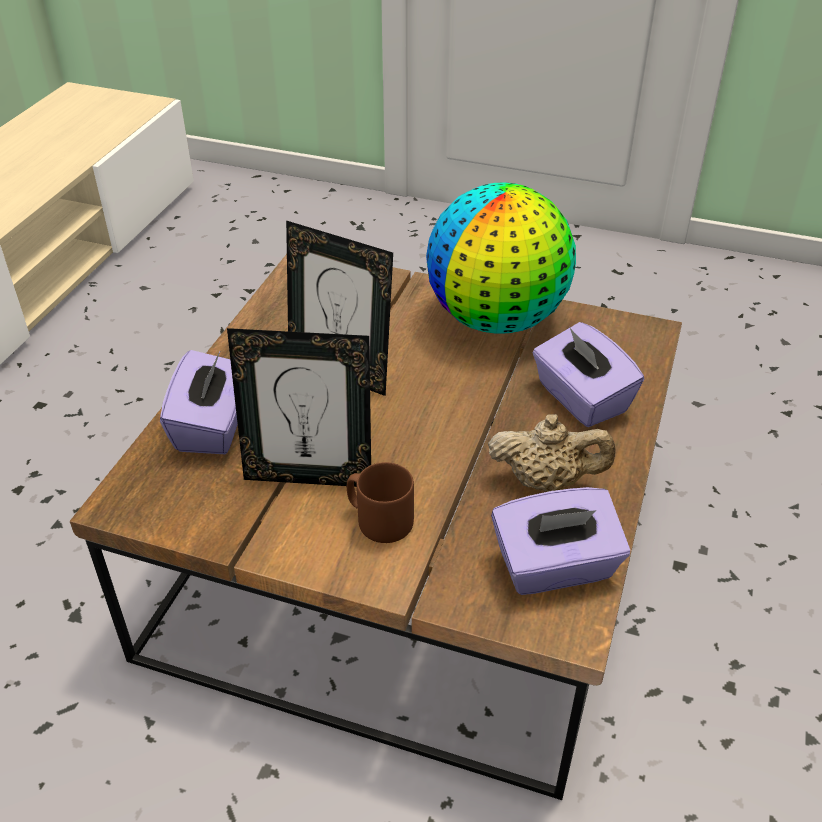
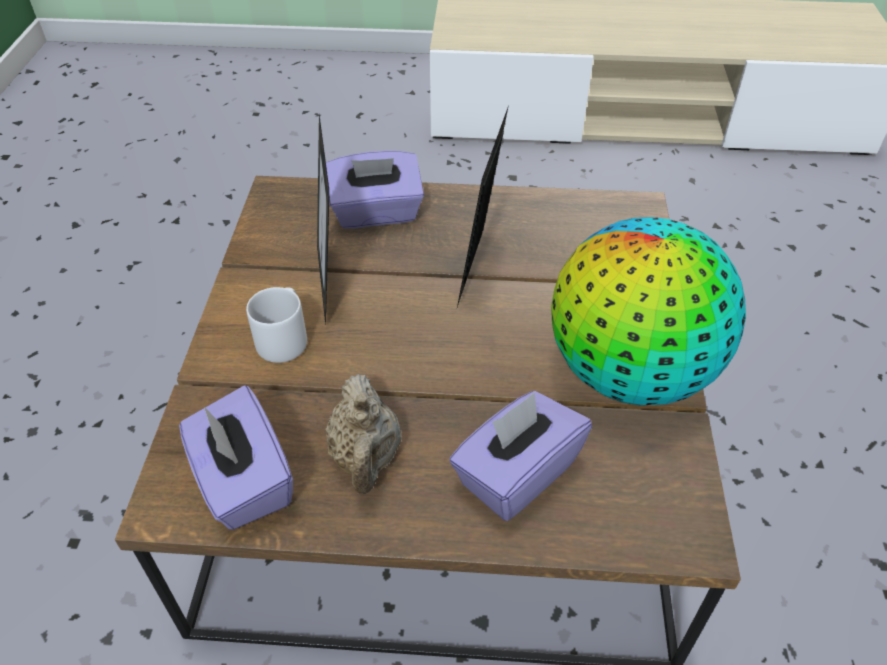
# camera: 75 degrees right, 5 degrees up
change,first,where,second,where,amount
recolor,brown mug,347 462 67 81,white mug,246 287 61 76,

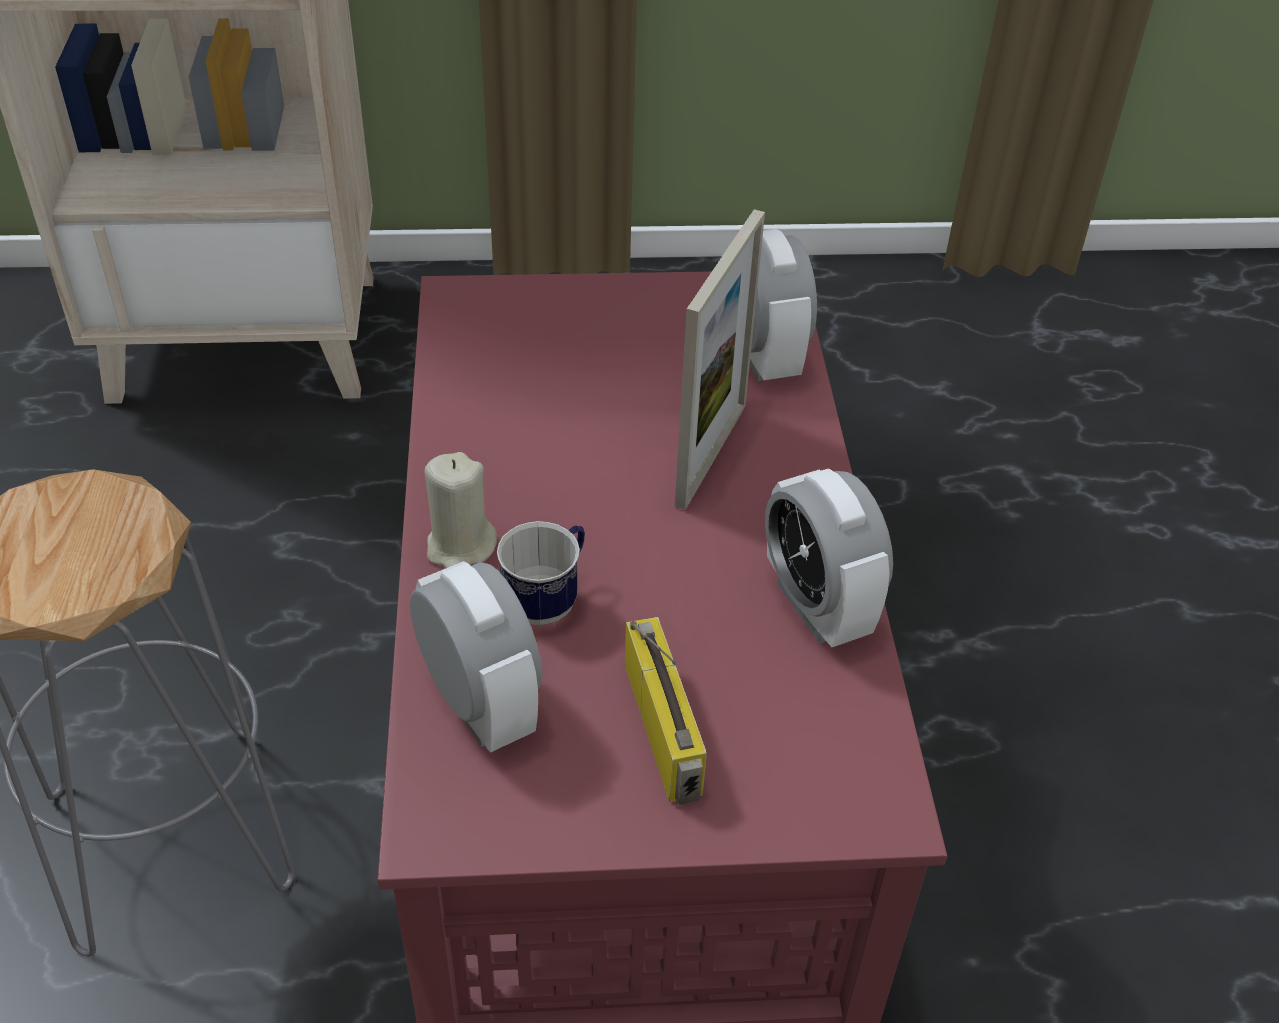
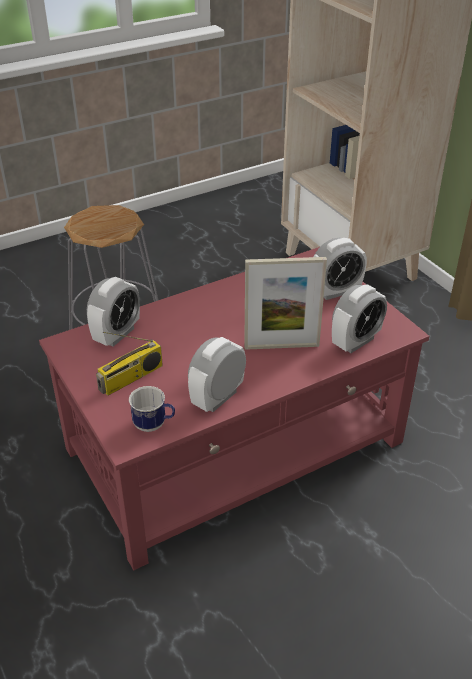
# camera: 65 degrees right, 5 degrees down
change,first,where,second,where,amount
delete,beige candle,425 452 72 116,,,
insert,,,alarm clock,314 238 53 62,
move,mug,497 521 88 104,,129 386 46 46,

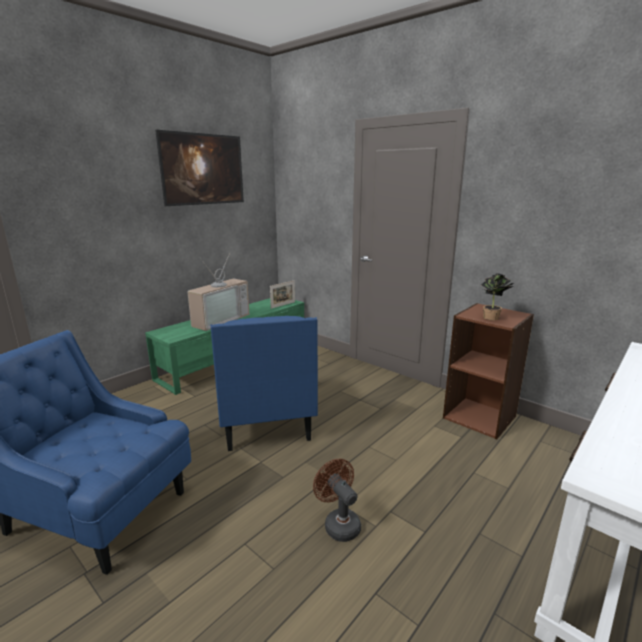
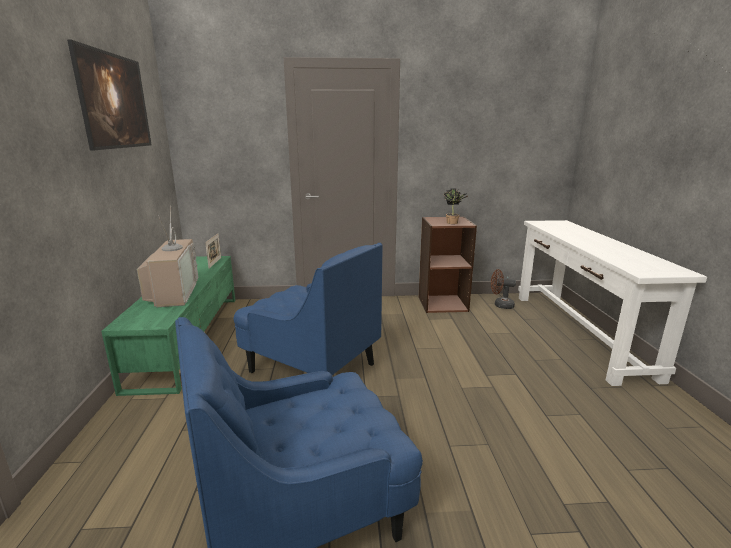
# camera: 45 degrees left, 0 degrees up
change,first,where,second,where,amount
move,brown fan,313 459 48 83,,491 269 25 40,

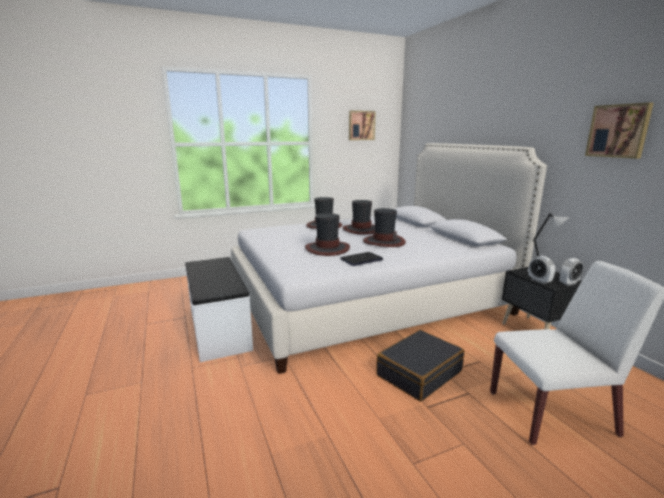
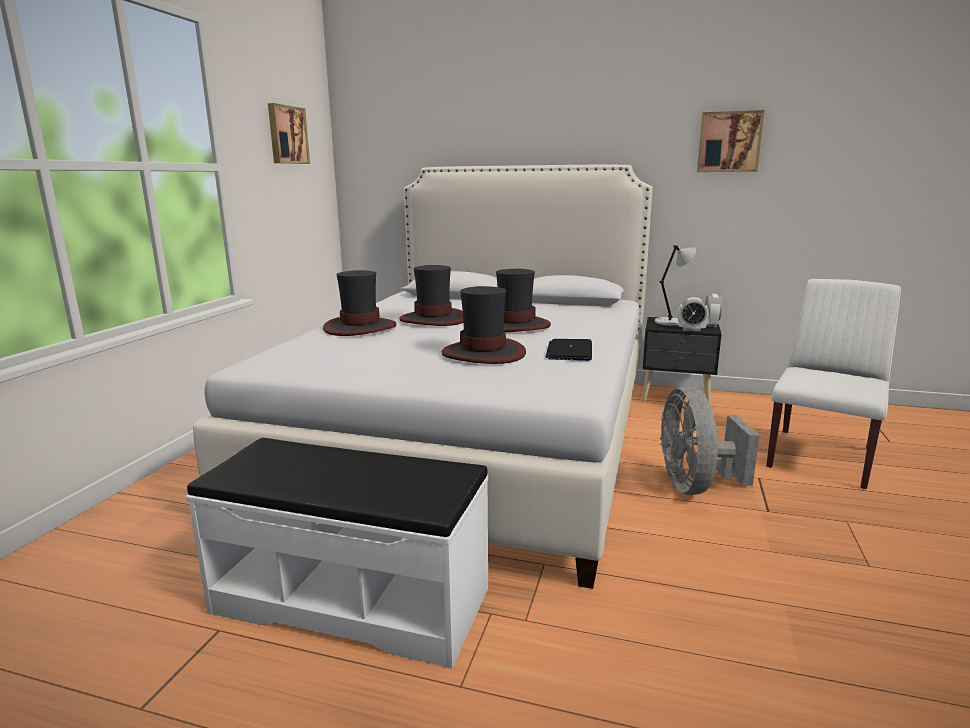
# camera: 50 degrees left, 0 degrees up
change,first,where,second,where,amount
replace,black suitcase,376 330 88 71,grey fan,660 386 100 109,

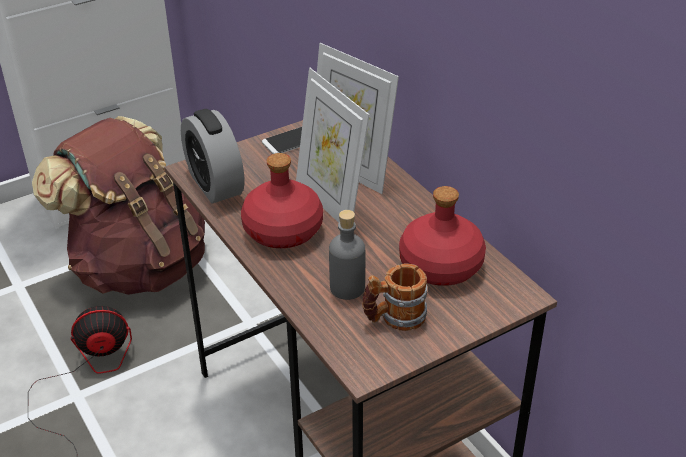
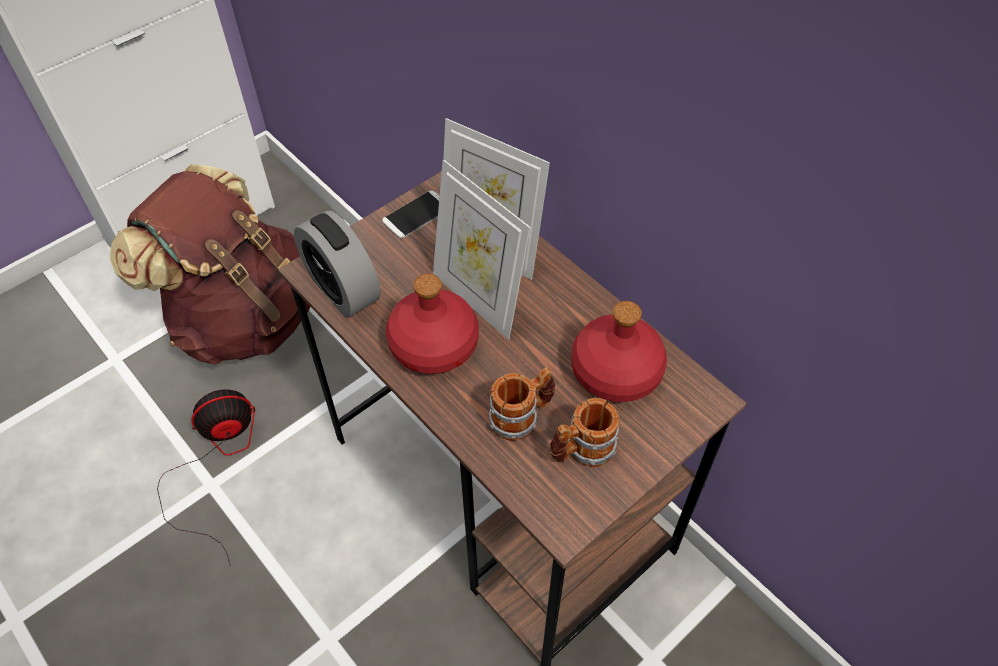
# camera: 10 degrees left, 15 degrees up
change,first,where,second,where,amount
replace,grey bottle,329 210 36 90,mug,489 367 66 74,

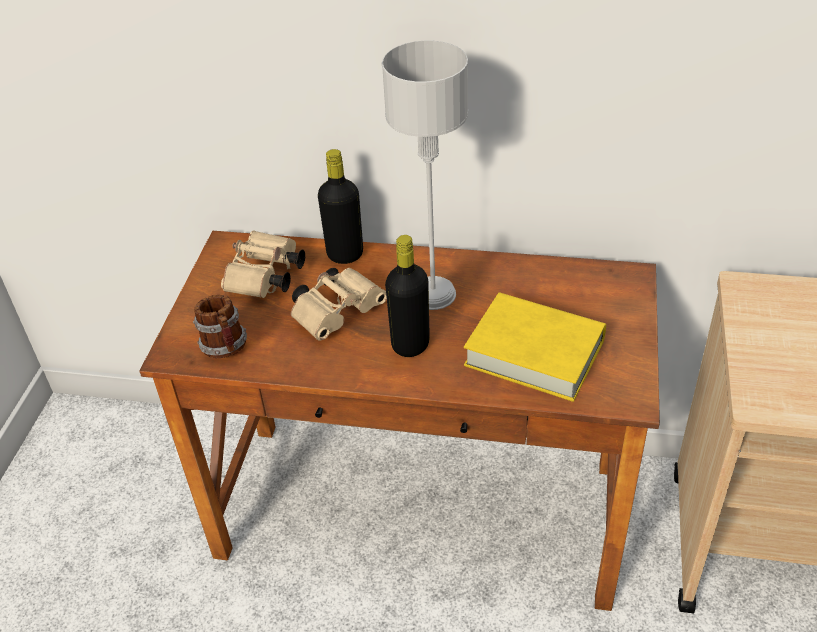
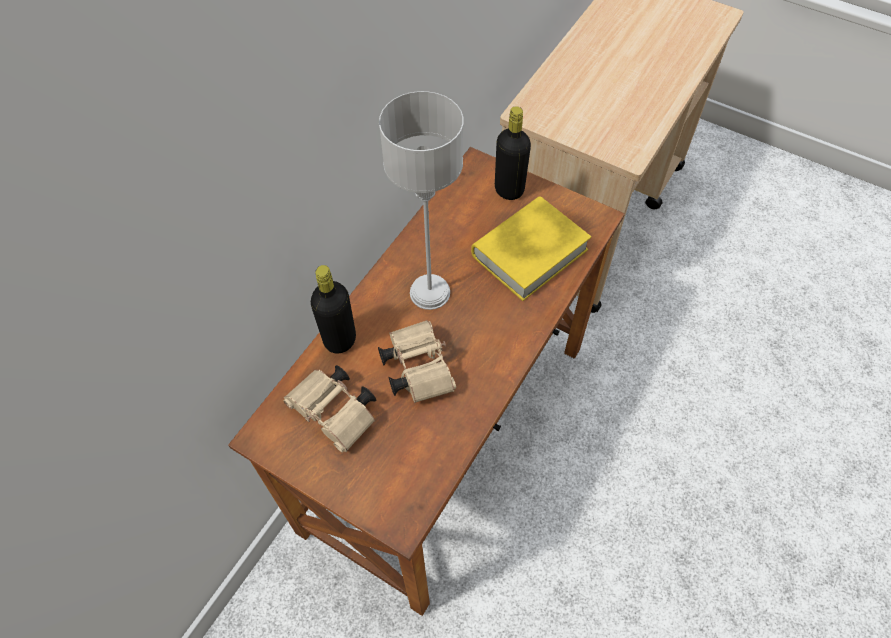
# camera: 70 degrees left, 15 degrees up
change,first,where,second,where,amount
delete,mug,193 295 54 63,,,
move,black bottle,385 235 45 122,,495 106 36 94,

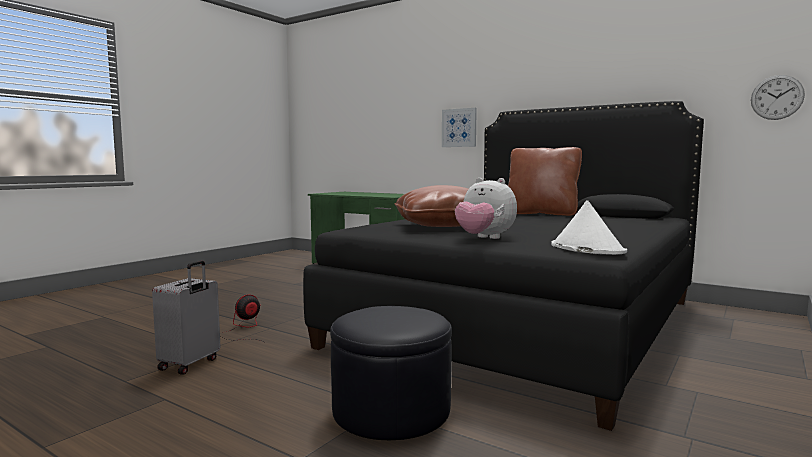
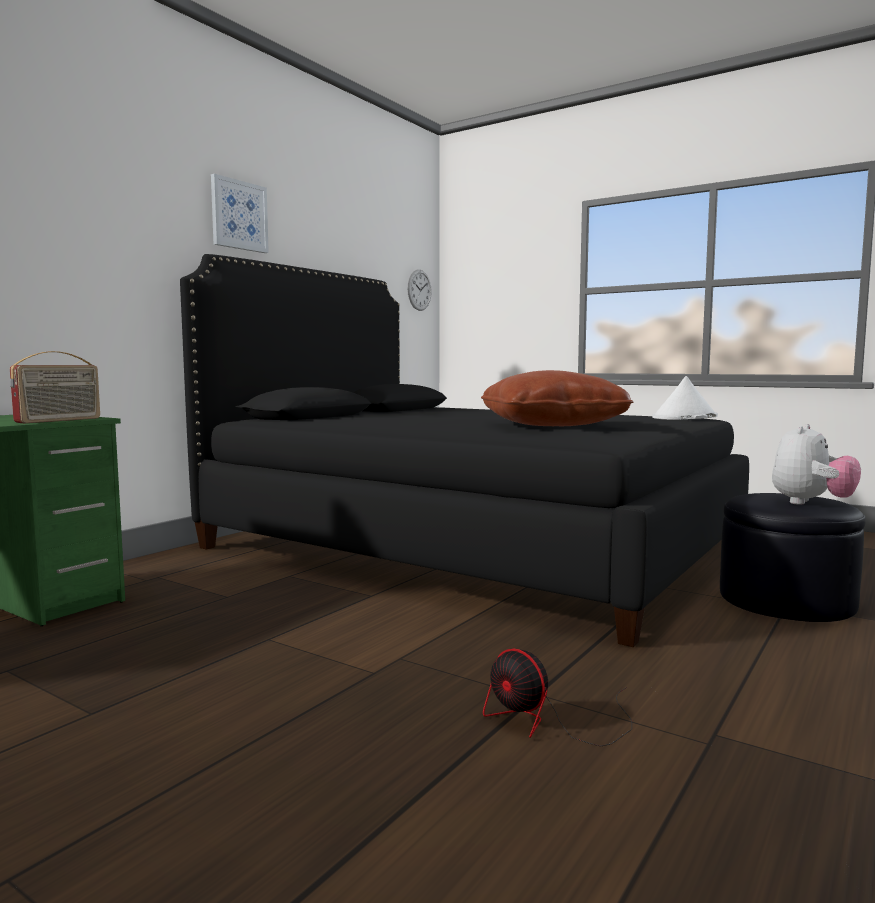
# camera: 90 degrees left, 0 degrees up
change,first,where,second,where,amount
delete,grey suitcase,152 260 69 115,,,
delete,brown pillow,508 147 74 69,,,
insert,,,radio,10 351 90 72,
move,picture,442 108 35 39,,211 174 58 79,
move,plush toy,455 178 62 61,,772 424 89 81,

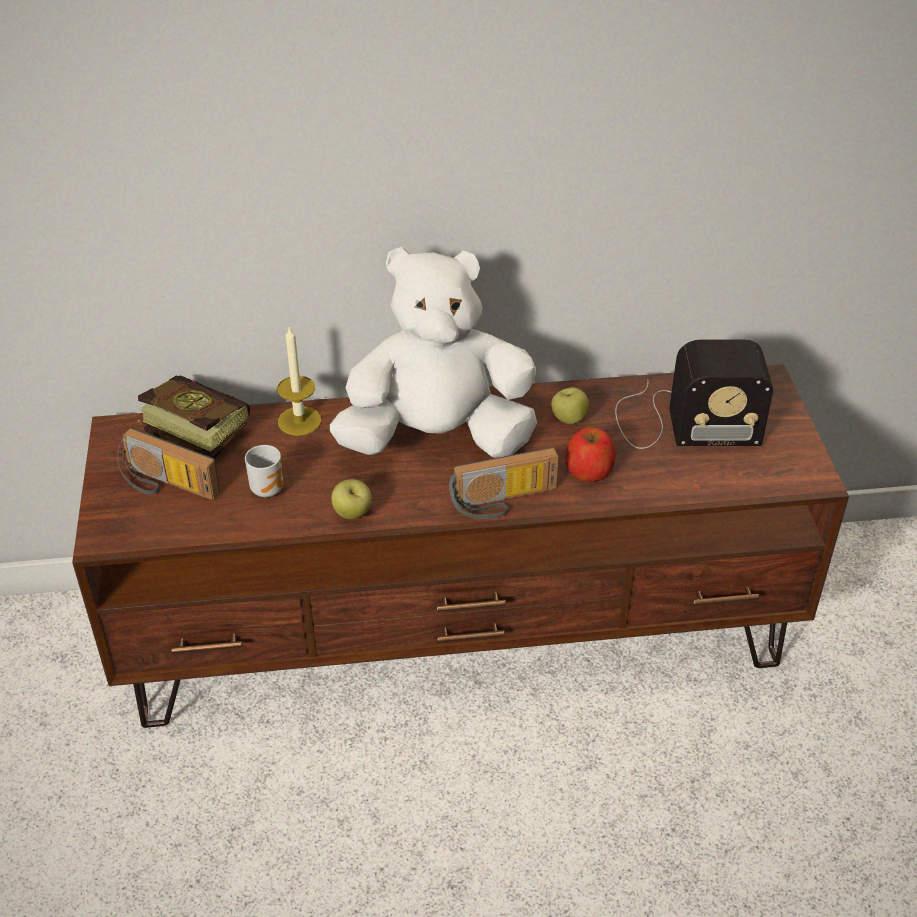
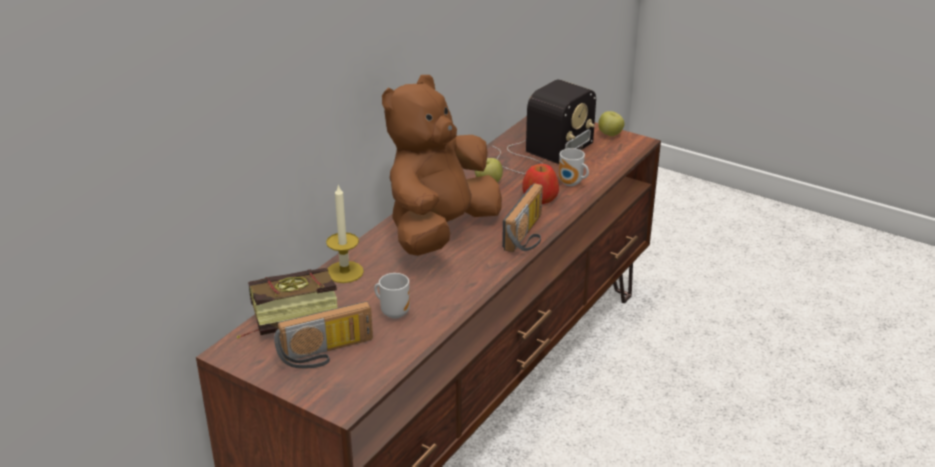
# camera: 50 degrees left, 10 degrees down
change,first,where,second,where,amount
insert,,,mug,559 148 30 38,
move,apple,331 479 41 40,,598 111 26 25,
recolor,white plush toy,330 247 207 211,brown plush toy,382 75 120 181,

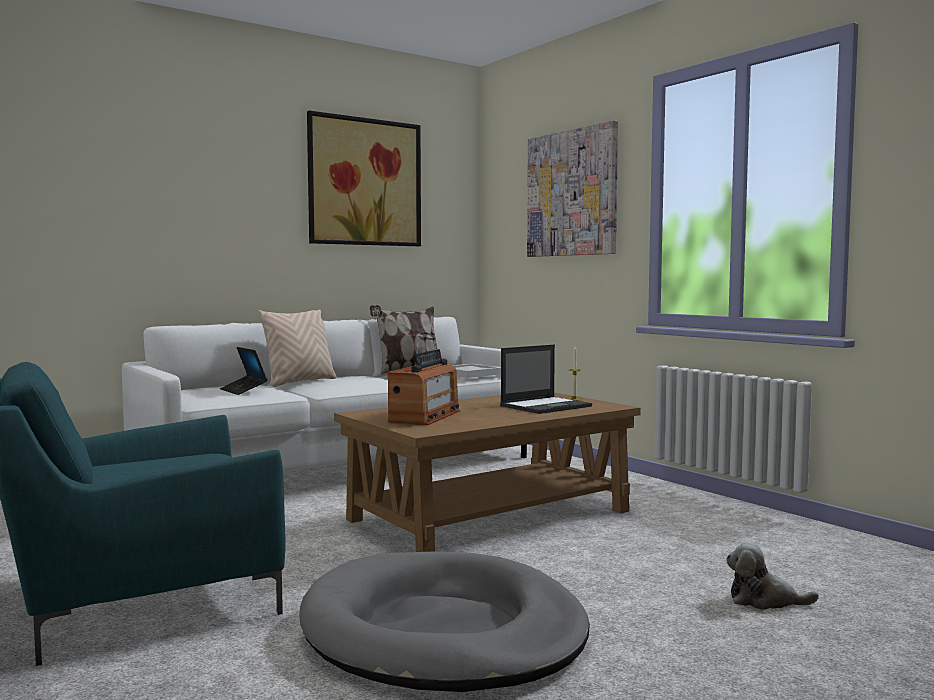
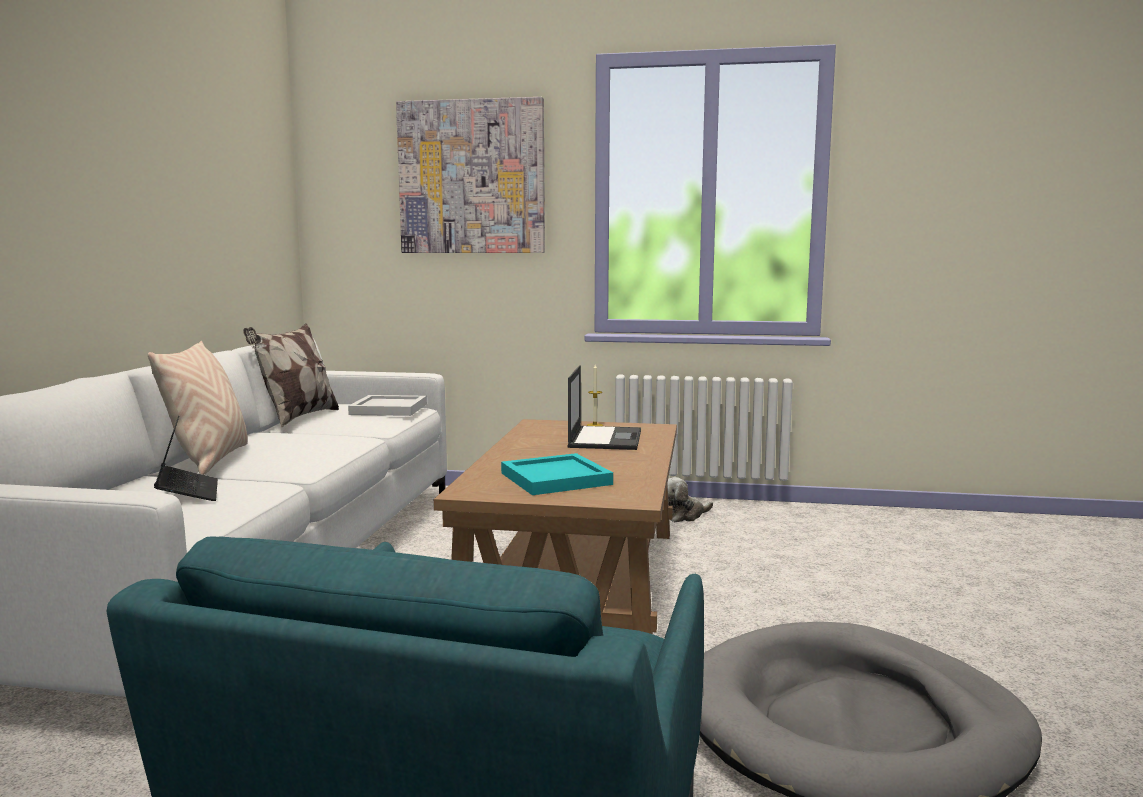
# camera: 45 degrees left, 5 degrees up
change,first,where,second,where,amount
delete,picture,307 111 114 135,,,
move,plush toy,726 542 93 68,,667 477 46 45,
replace,radio,388 349 72 76,turquoise tray,501 453 112 42,
rotate,laptop,220 347 48 48,,154 416 64 85,120 degrees counterclockwise

